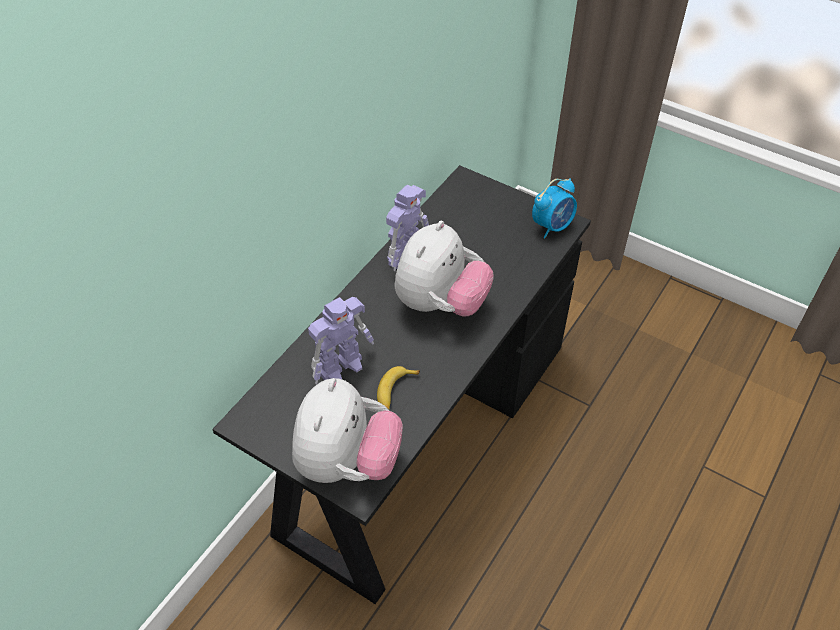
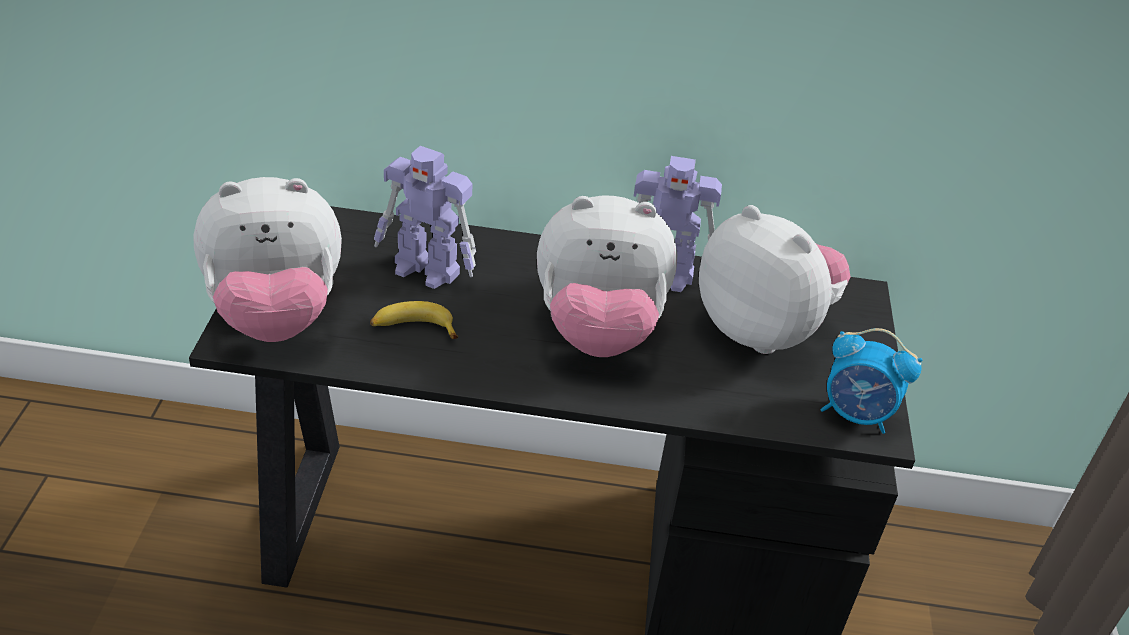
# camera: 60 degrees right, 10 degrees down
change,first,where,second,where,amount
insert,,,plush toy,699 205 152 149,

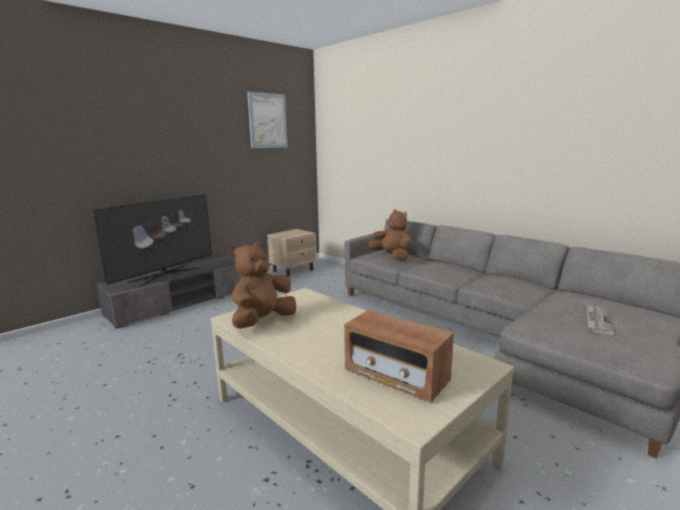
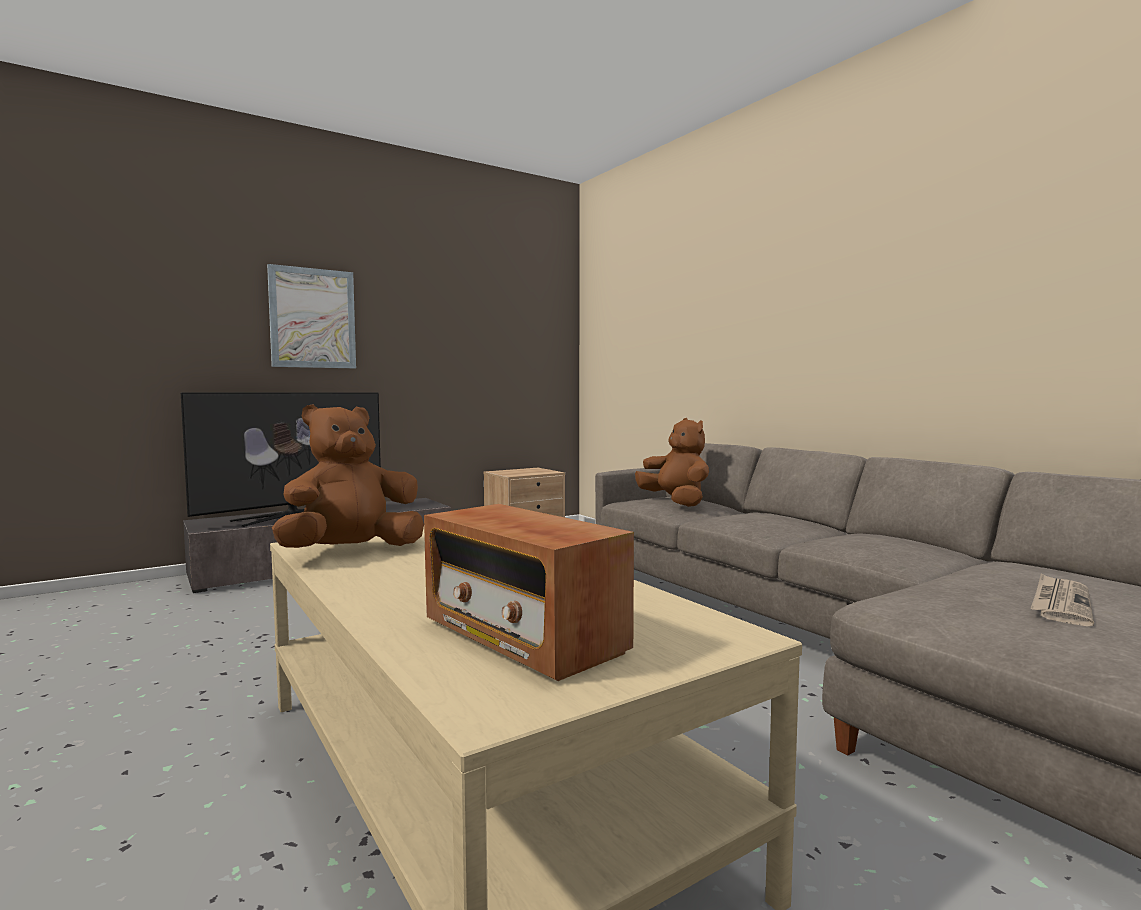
# camera: 10 degrees right, 10 degrees down
change,first,where,second,where,amount
move,picture,247 92 40 56,,267 264 89 104,

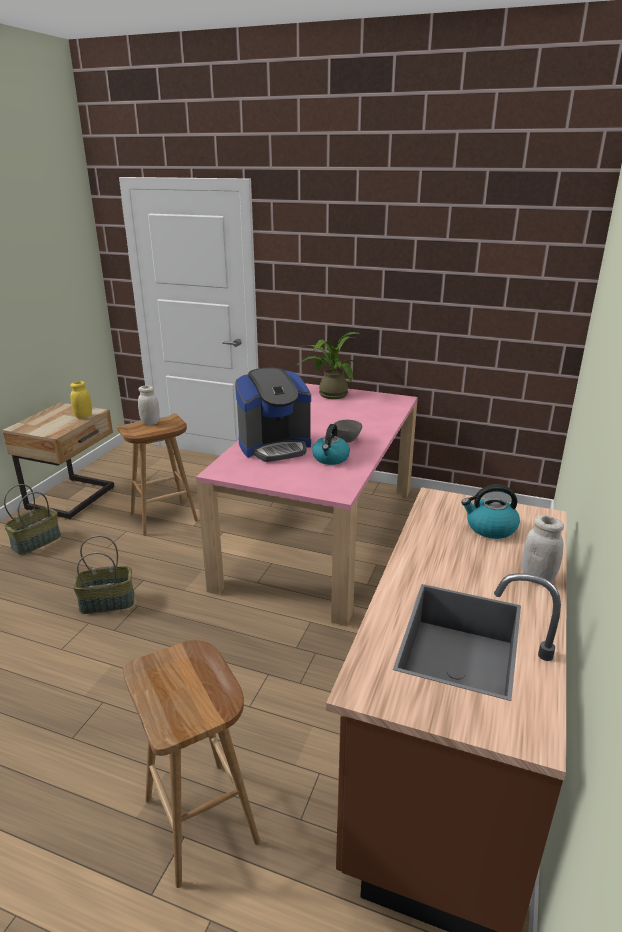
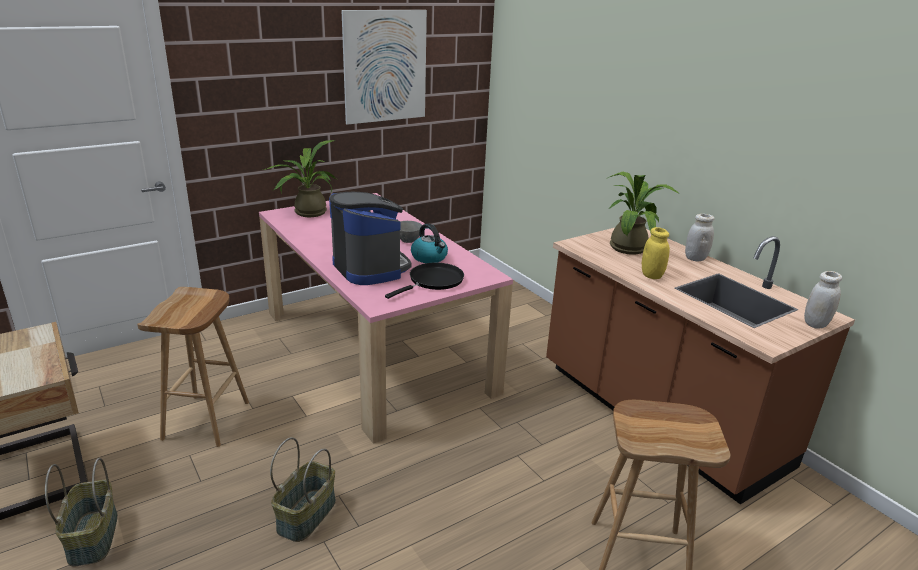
# camera: 55 degrees left, 0 degrees up
change,first,where,second,where,amount
insert,,,picture,341 10 86 115,
insert,,,black frying pan,385 262 79 37,
move,yellow jar,70 381 22 38,,642 227 28 52,
move,white jar,138 386 21 39,,804 271 38 57,
replace,kettle,461 484 59 55,potted plant,606 172 73 83,
rotate,coffee machine,235 368 76 94,,329 192 82 93,45 degrees counterclockwise

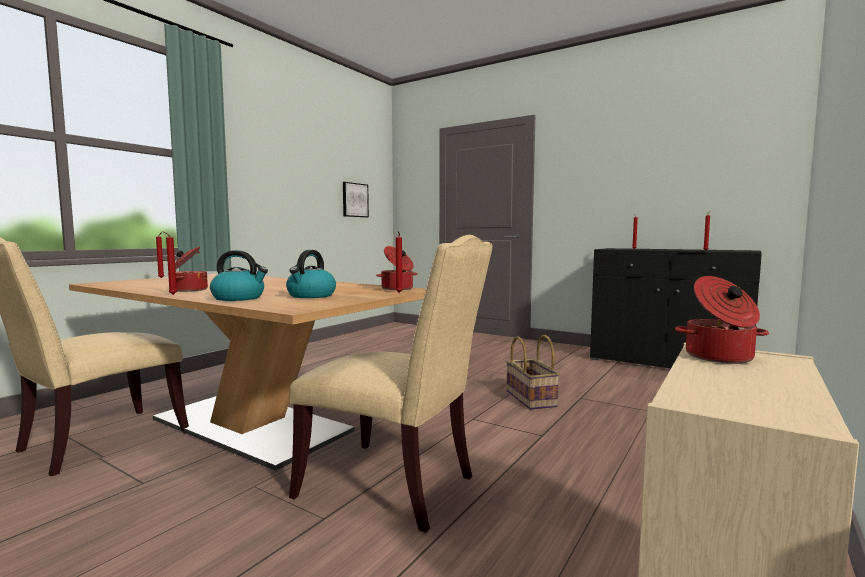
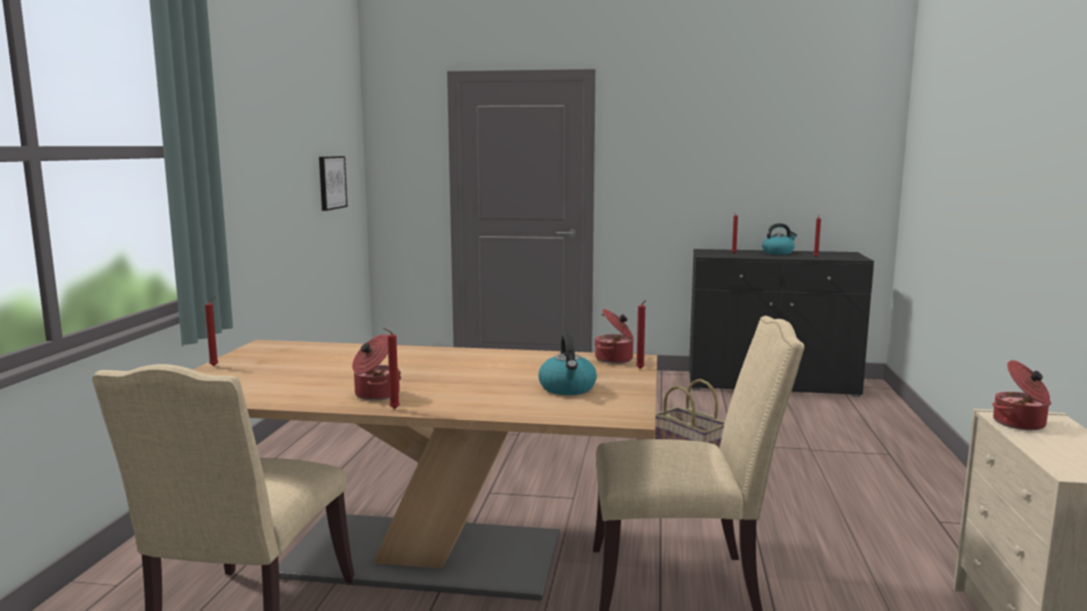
# camera: 25 degrees left, 5 degrees up
change,first,where,second,where,amount
move,kettle,210 250 58 51,,762 223 35 32,

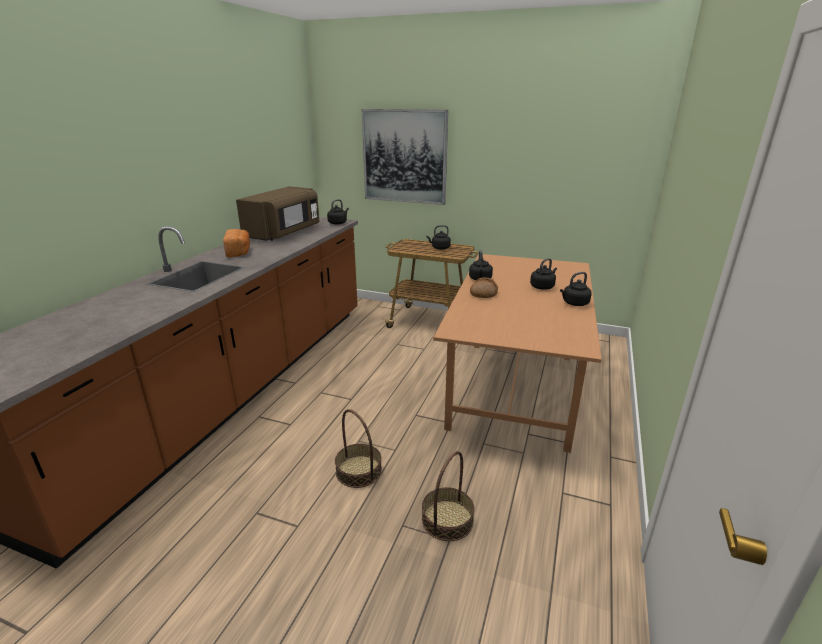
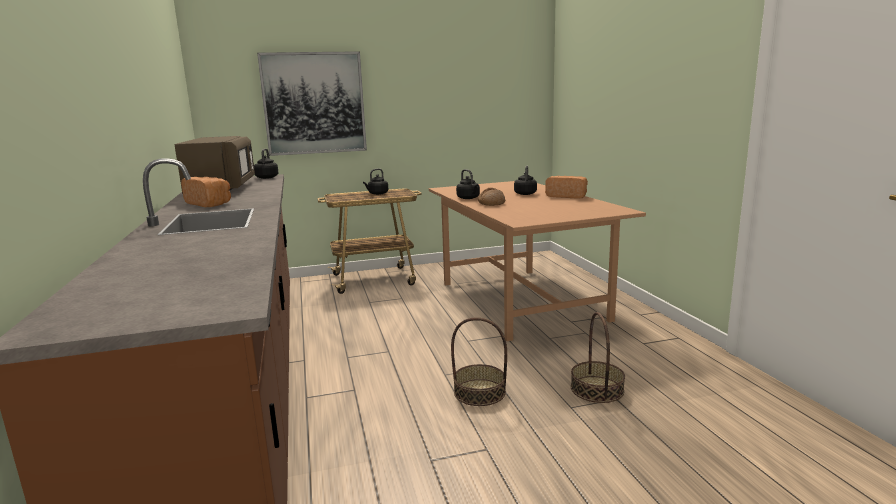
# camera: 35 degrees left, 10 degrees down
change,first,where,second,where,amount
replace,black kettle,560 272 32 34,bread,545 176 43 23,

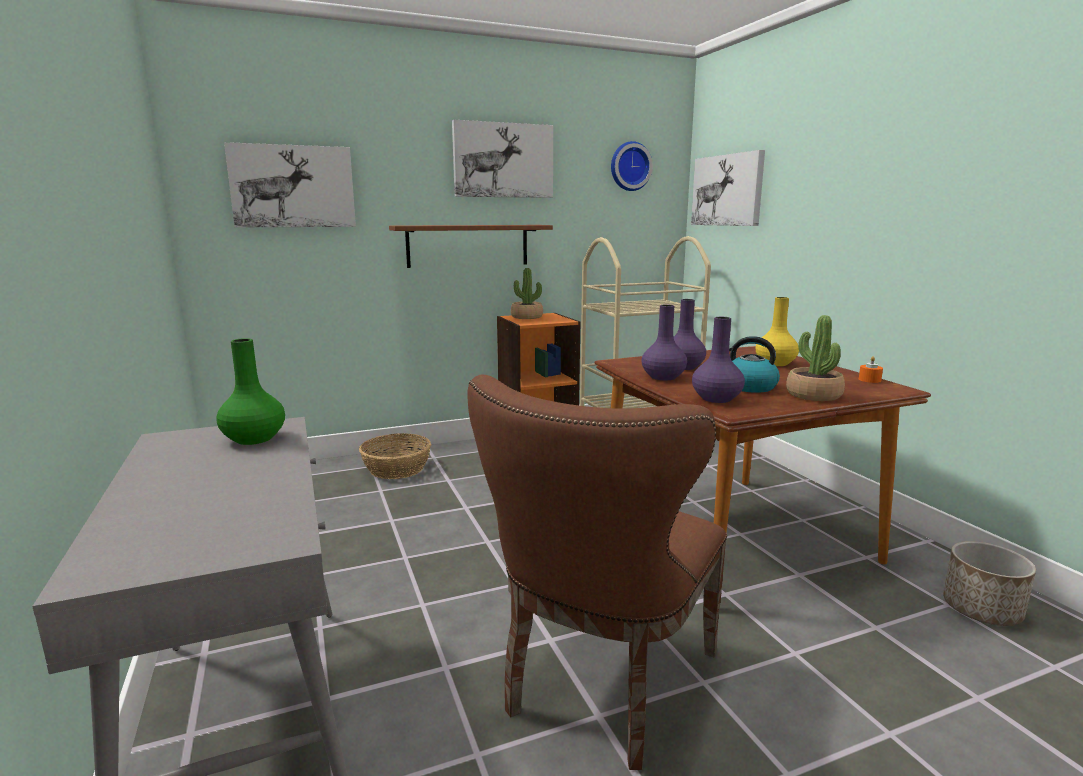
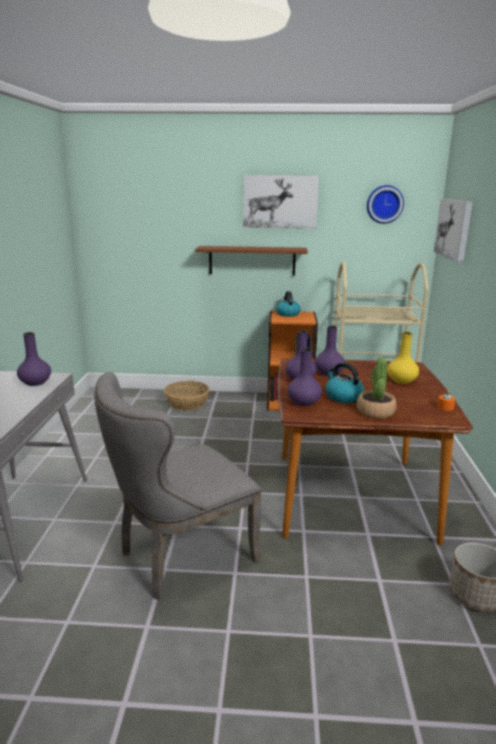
# camera: 25 degrees right, 5 degrees up
change,first,where,second,where,amount
delete,picture,224 142 132 85,,,
replace,potted plant,511 268 32 51,kettle,276 291 25 26,
recolor,green vase,217 338 68 107,purple vase,17 332 34 54,
recolor,brown chair,467 375 260 395,grey chair,94 372 168 228,

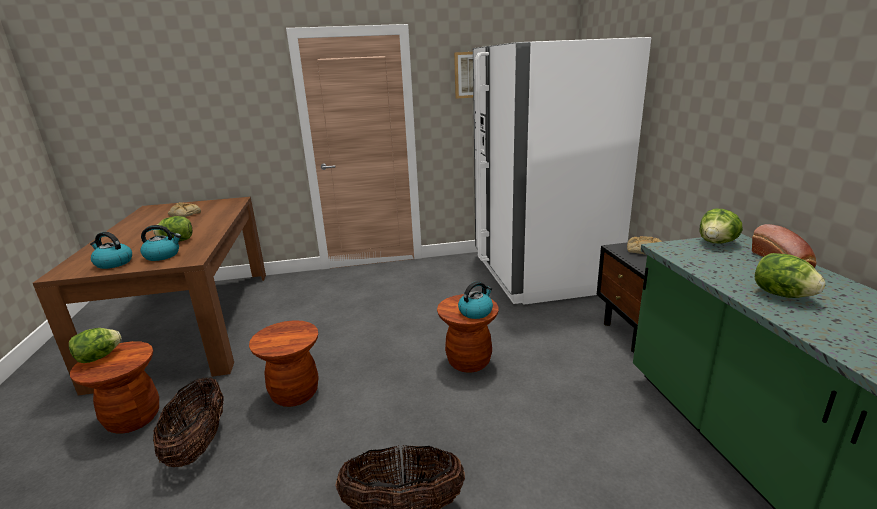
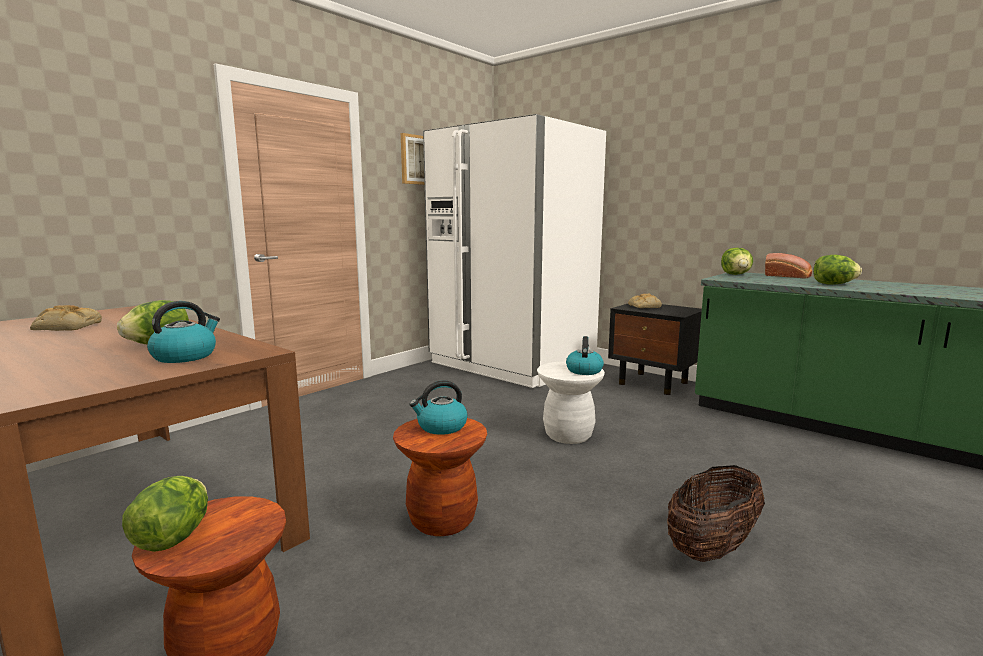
# camera: 40 degrees left, 10 degrees down
change,first,where,second,where,amount
delete,basket,153 378 71 89,,,
move,kettle,90 232 42 37,,410 380 58 55,
recolor,brown stool,437 294 62 79,white stool,537 361 68 83,

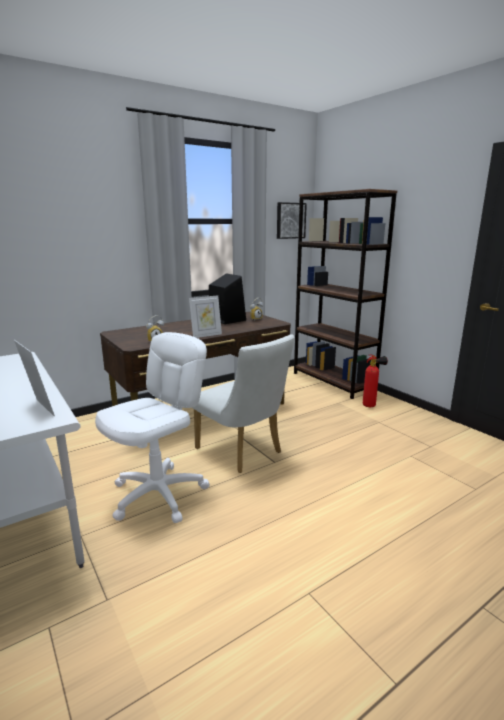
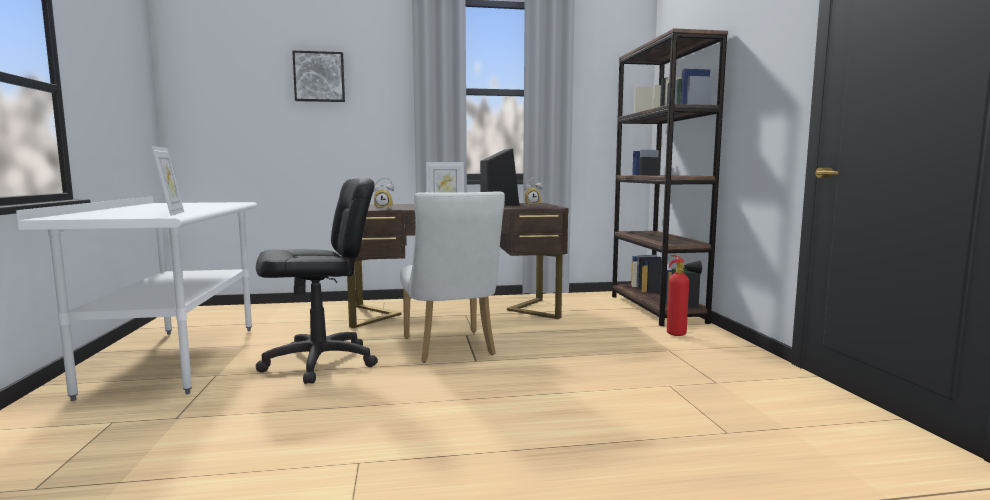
# camera: 25 degrees right, 10 degrees down
change,first,where,second,where,amount
move,picture,277 202 30 37,,292 51 53 51,
recolor,white office chair,95 332 115 191,black office chair,256 178 122 206,

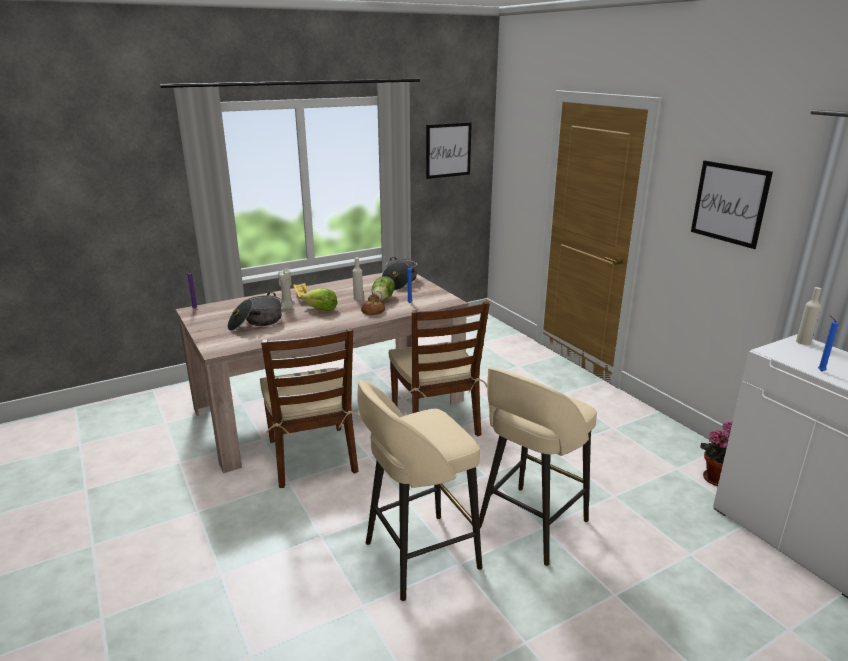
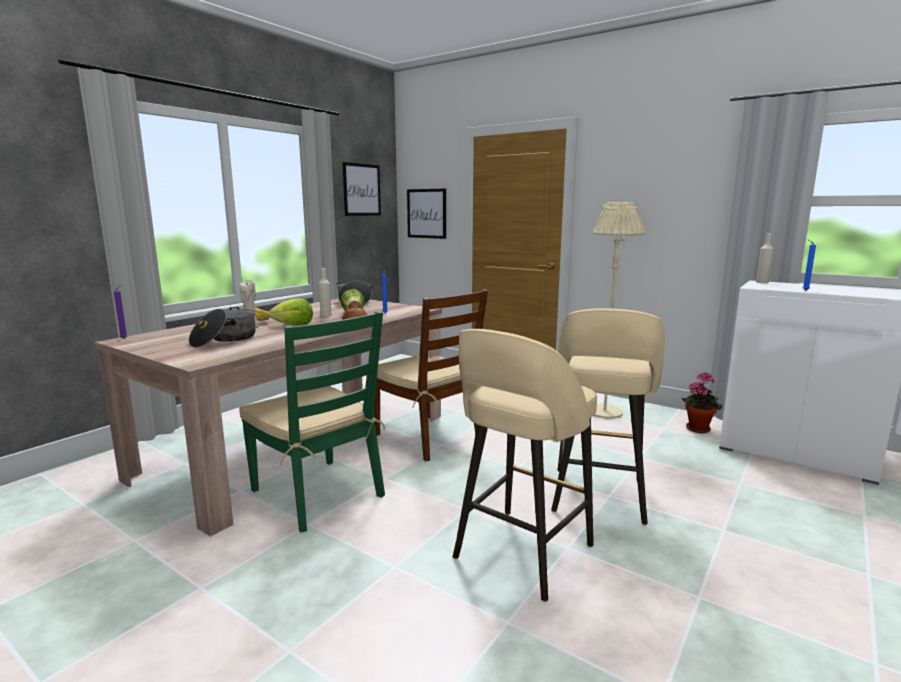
# camera: 25 degrees left, 10 degrees down
change,first,where,second,where,amount
insert,,,beige floor lamp,593 202 52 217,
move,picture,691 161 82 88,,407 189 39 50,
recolor,brown chair,260 328 102 160,green chair,239 311 147 222,

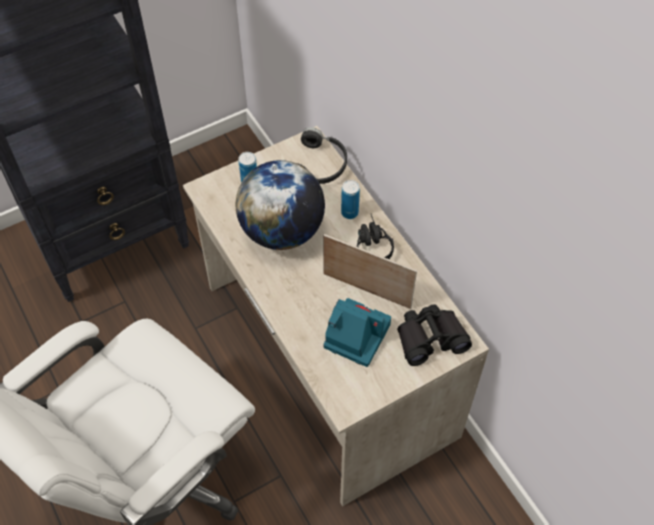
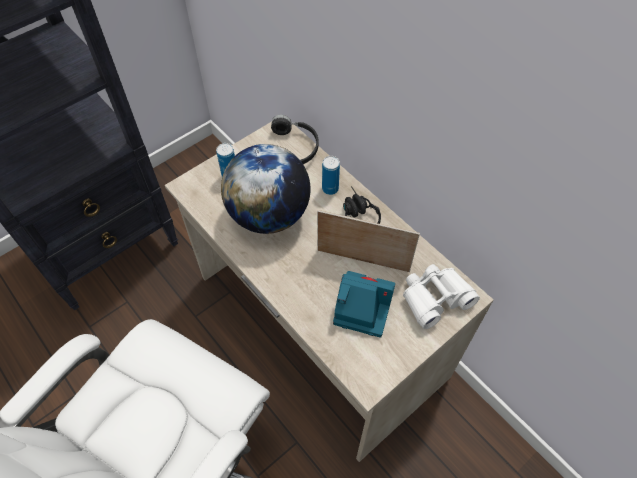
# camera: 10 degrees left, 0 degrees up
change,first,where,second,where,amount
recolor,black binoculars,397 304 75 62,white binoculars,403 264 77 65,

